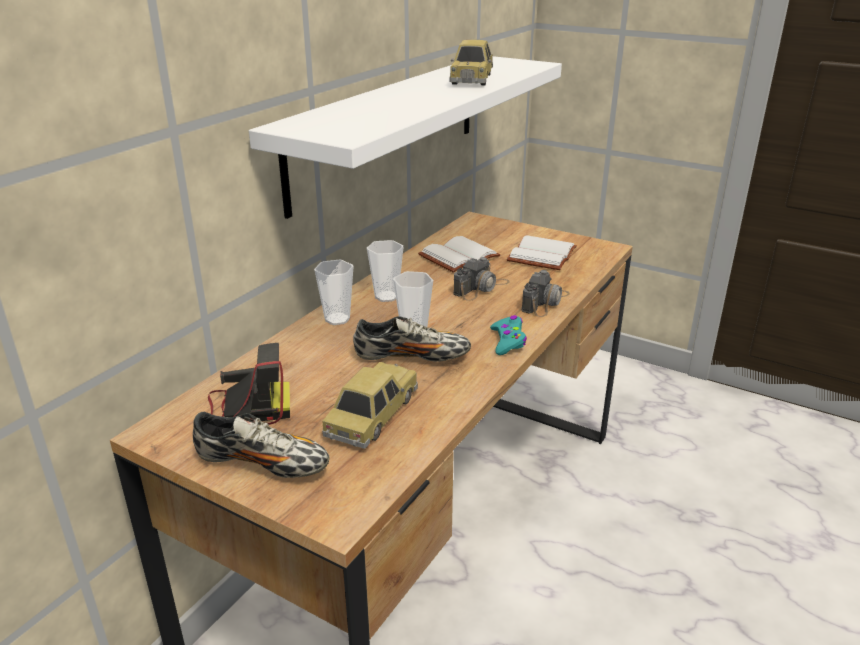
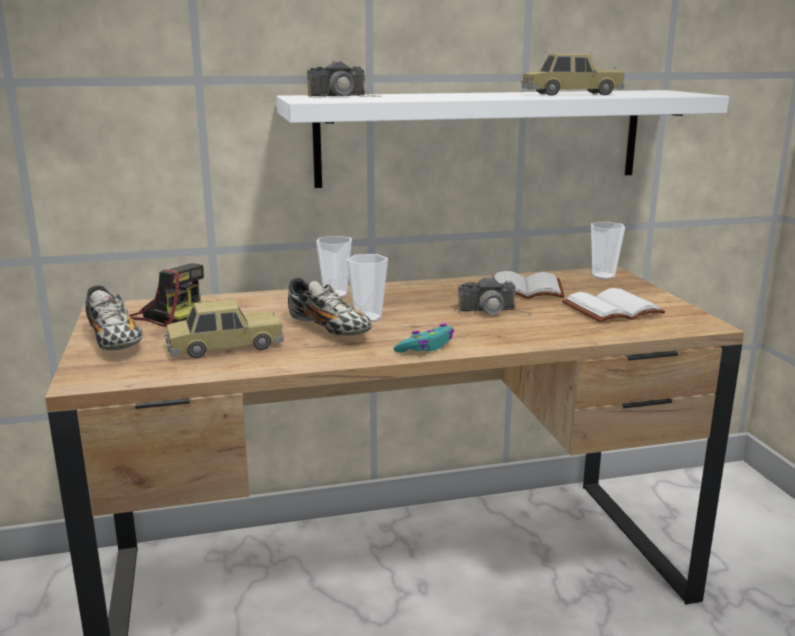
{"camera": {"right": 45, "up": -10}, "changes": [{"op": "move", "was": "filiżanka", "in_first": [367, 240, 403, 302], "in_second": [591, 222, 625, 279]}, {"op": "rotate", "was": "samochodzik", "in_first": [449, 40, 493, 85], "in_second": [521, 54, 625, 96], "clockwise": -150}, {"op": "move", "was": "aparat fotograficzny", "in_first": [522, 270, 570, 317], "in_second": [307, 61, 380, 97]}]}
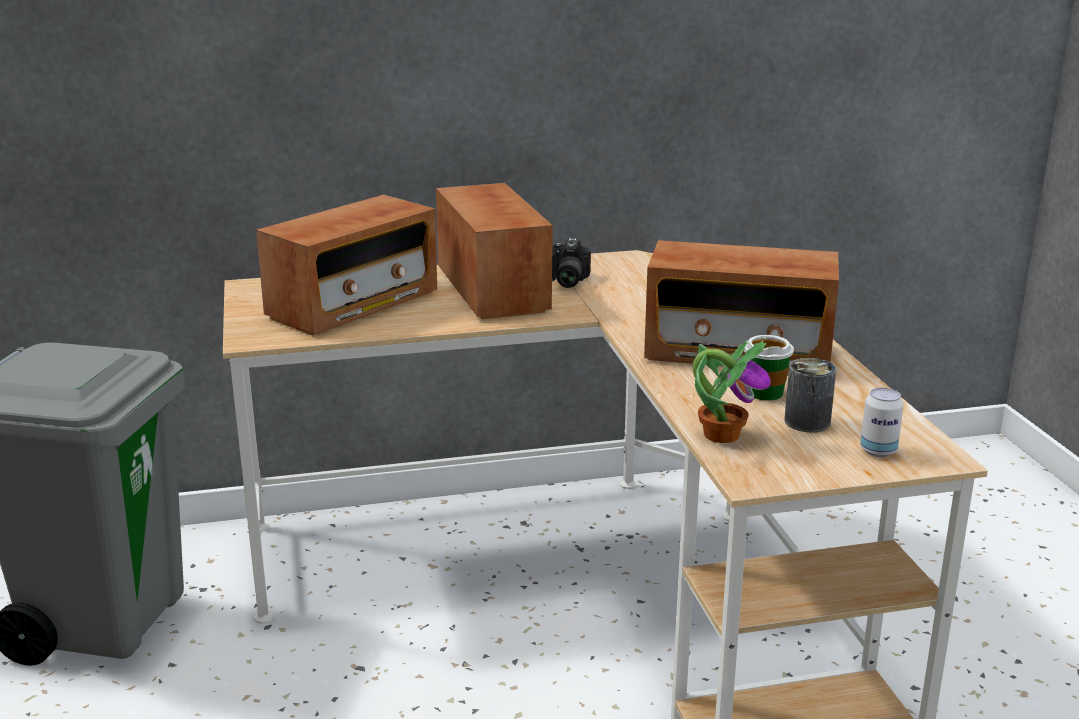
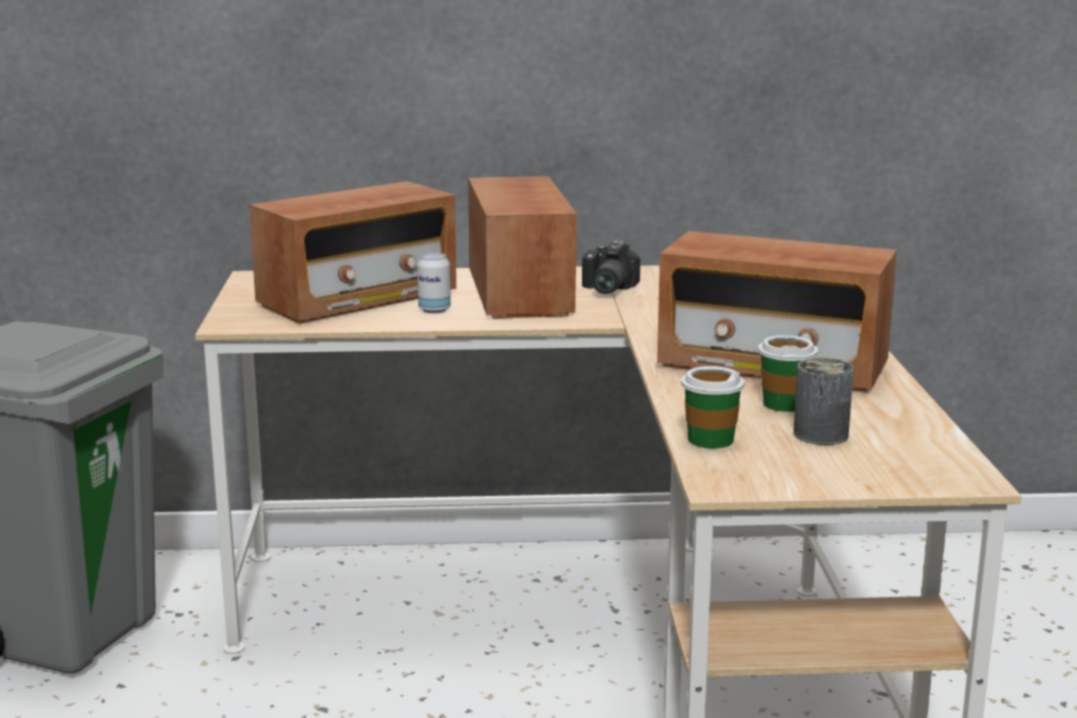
{"camera": {"right": 10, "up": -5}, "changes": [{"op": "replace", "was": "roślina doniczkowa", "now": "filiżanka", "in_first": [693, 340, 771, 443], "in_second": [681, 366, 745, 449]}, {"op": "move", "was": "puszka", "in_first": [860, 388, 904, 457], "in_second": [417, 253, 451, 314]}]}
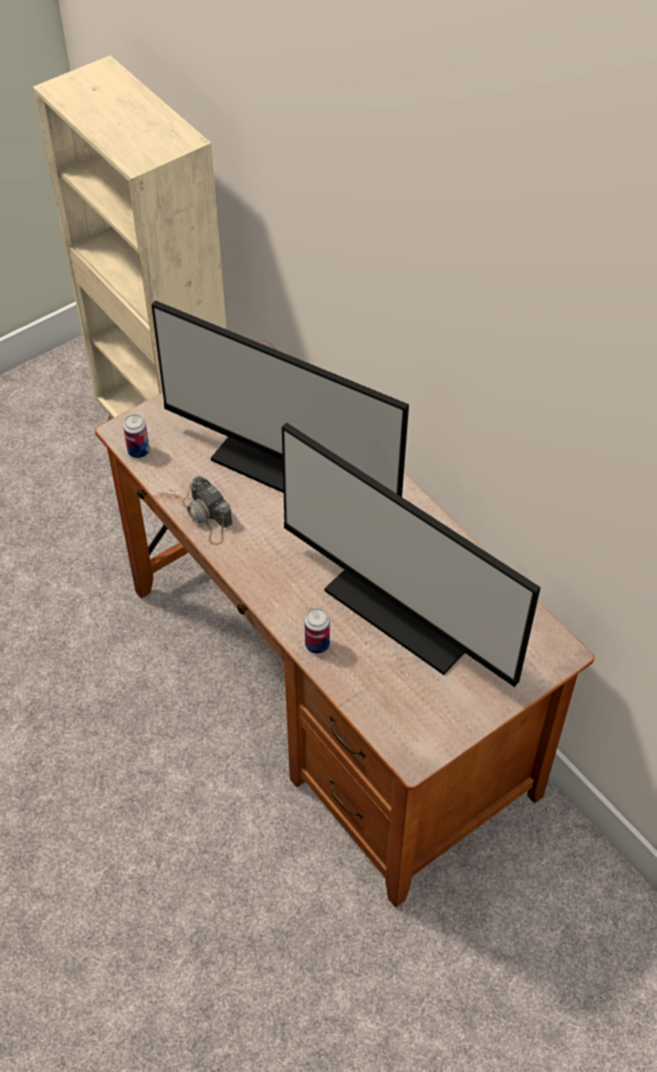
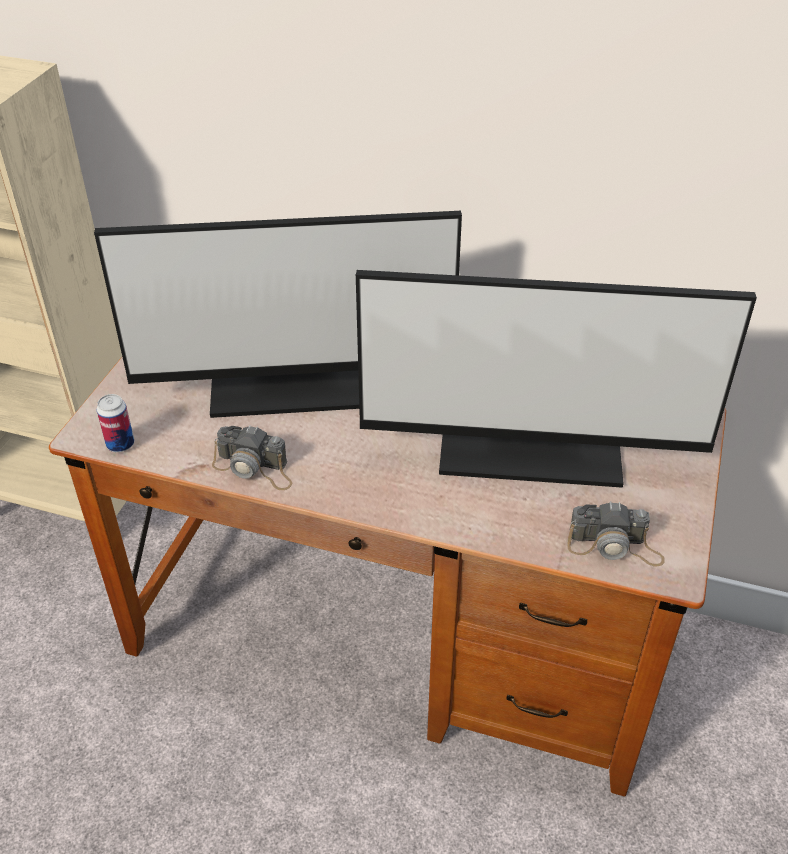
{"camera": {"right": -35, "up": -10}, "changes": [{"op": "delete", "was": "puszka", "in_first": [304, 608, 330, 654]}, {"op": "insert", "now": "aparat fotograficzny", "in_second": [567, 501, 665, 567]}]}
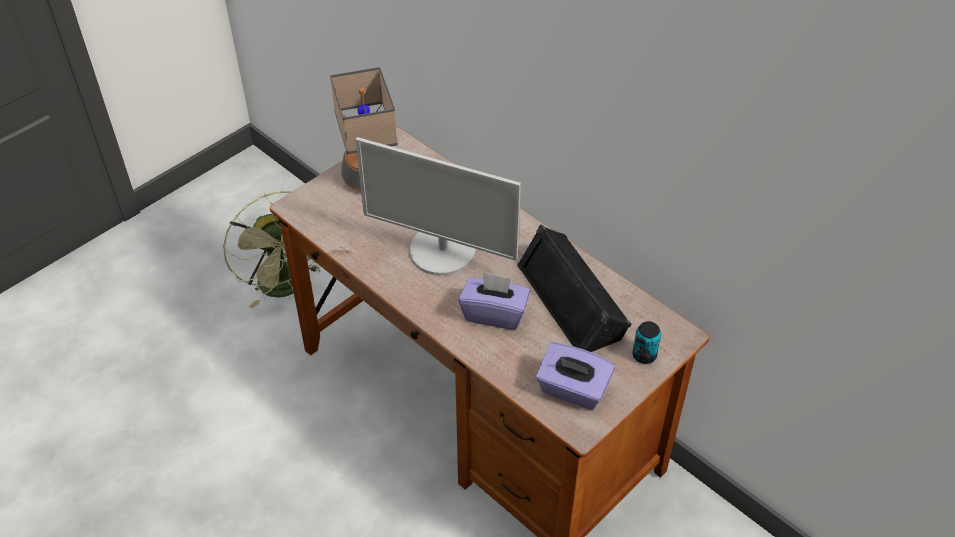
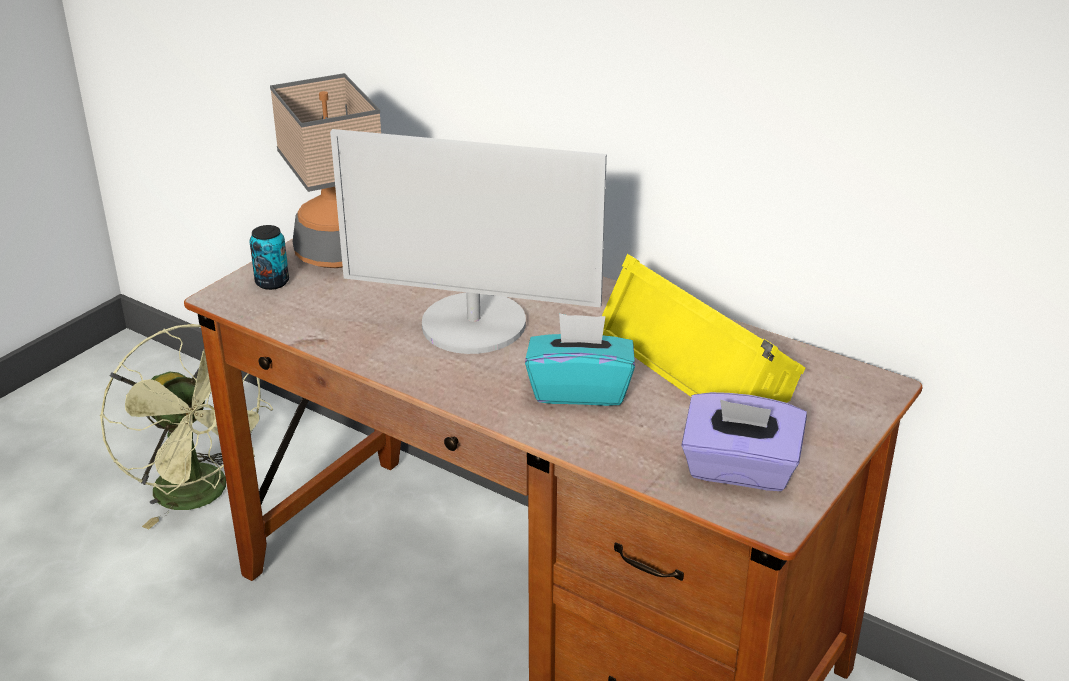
{"camera": {"right": -10, "up": -15}, "changes": [{"op": "recolor", "was": "pudełko chusteczek [fioletowy]", "now": "pudełko chusteczek [turkusowy]", "in_first": [459, 272, 530, 330], "in_second": [525, 313, 635, 406]}, {"op": "recolor", "was": "głośnik [czarny]", "now": "głośnik [żółty]", "in_first": [517, 224, 632, 352], "in_second": [602, 254, 805, 403]}, {"op": "move", "was": "puszka", "in_first": [632, 321, 661, 364], "in_second": [249, 225, 289, 290]}]}
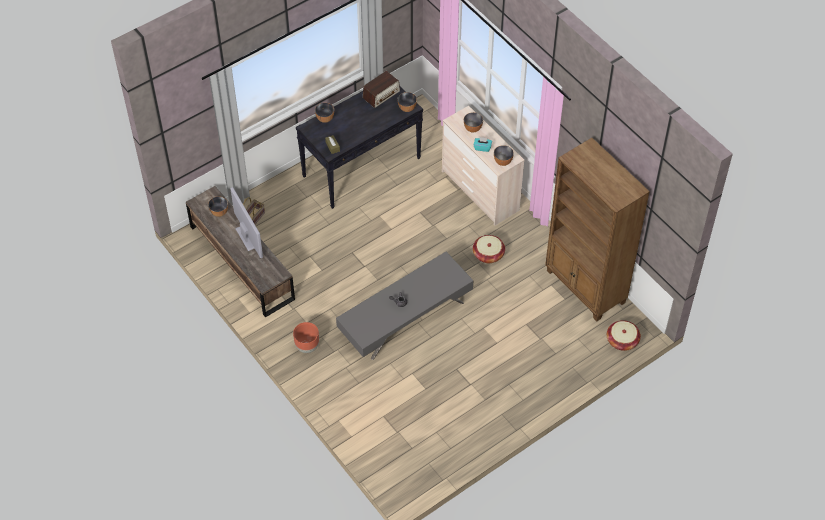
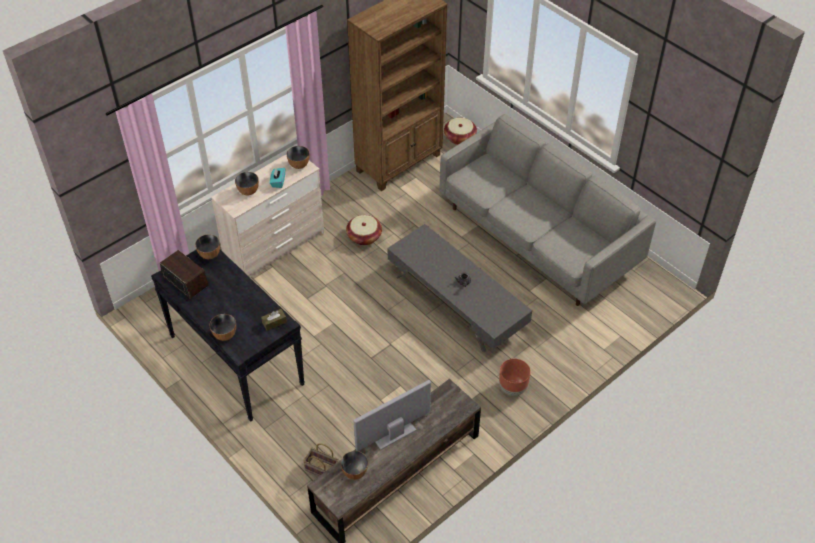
{"camera": {"right": -95, "up": -5}, "changes": [{"op": "insert", "now": "kanapa [szary]", "in_second": [439, 114, 656, 306]}]}
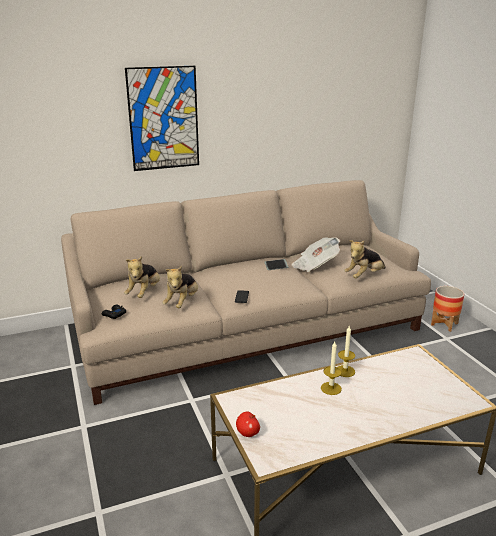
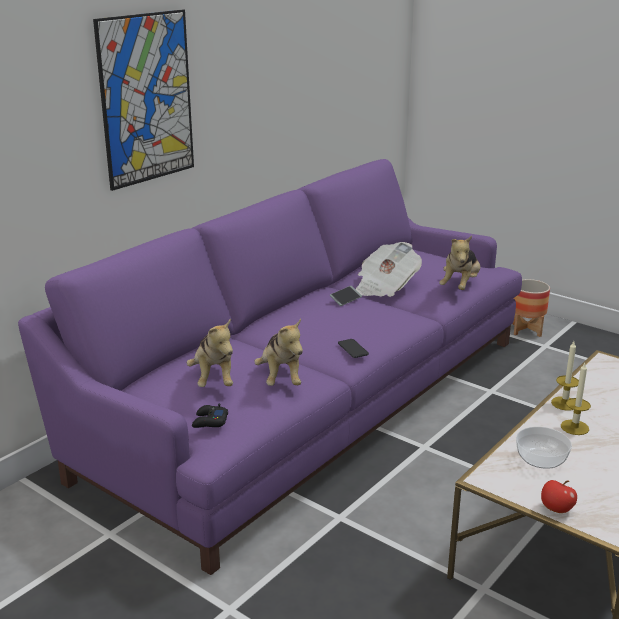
{"camera": {"right": -30, "up": 0}, "changes": [{"op": "recolor", "was": "kanapa [beżowy]", "now": "kanapa [fioletowy]", "in_first": [61, 180, 431, 405], "in_second": [18, 159, 522, 575]}, {"op": "insert", "now": "miska", "in_second": [516, 427, 572, 469]}]}
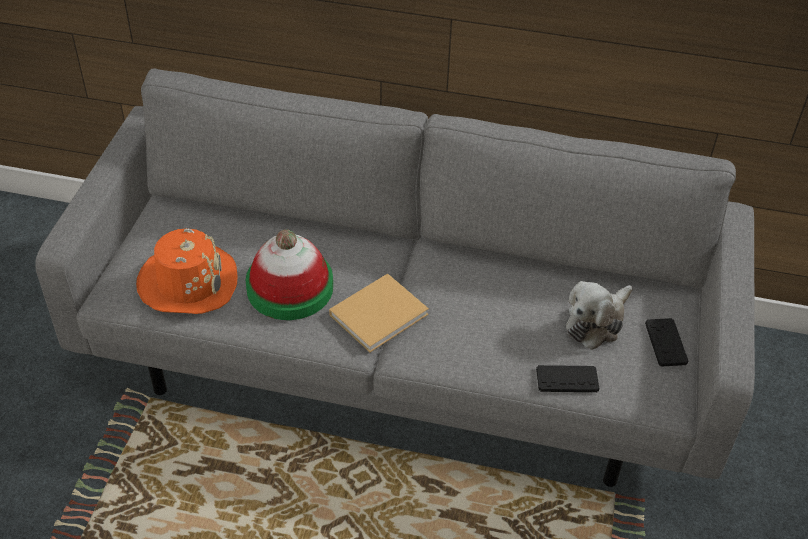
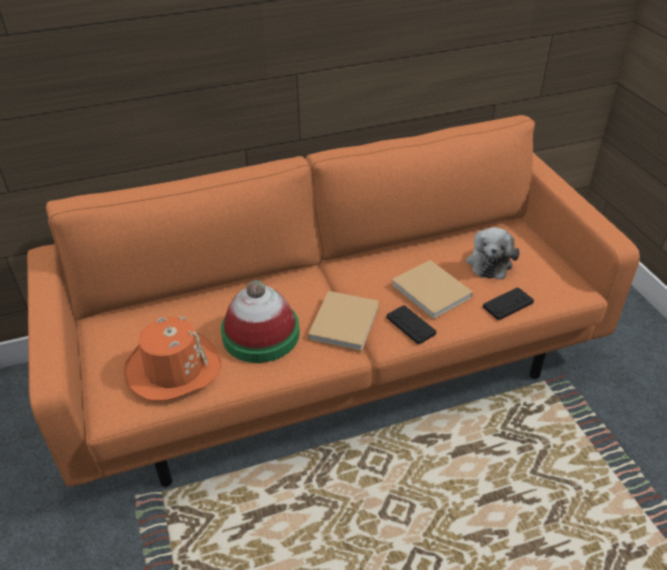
{"camera": {"right": -30, "up": -5}, "changes": [{"op": "recolor", "was": "kanapa [szary]", "now": "kanapa [pomarańczowy]", "in_first": [35, 69, 755, 487], "in_second": [27, 115, 640, 487]}, {"op": "move", "was": "pad do gier [czarny]", "in_first": [645, 318, 688, 367], "in_second": [387, 305, 436, 344]}, {"op": "insert", "now": "książka [beżowy]", "in_second": [391, 260, 473, 319]}]}
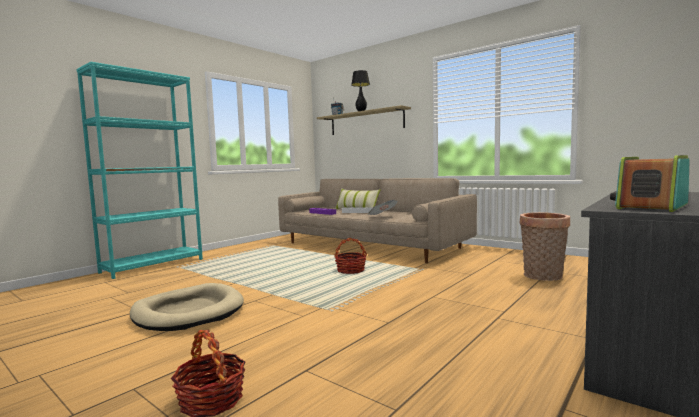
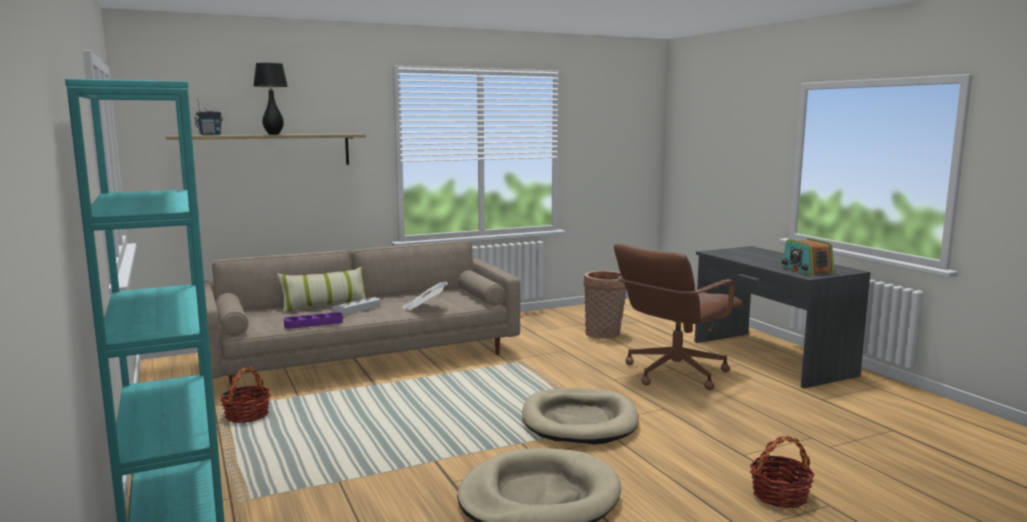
{"camera": {"right": -65, "up": 5}, "changes": [{"op": "move", "was": "koszyk", "in_first": [334, 238, 367, 274], "in_second": [220, 367, 271, 423]}, {"op": "insert", "now": "legowisko [beżowy]", "in_second": [522, 388, 639, 445]}, {"op": "insert", "now": "krzesło biurowe [brązowy]", "in_second": [614, 243, 742, 390]}]}
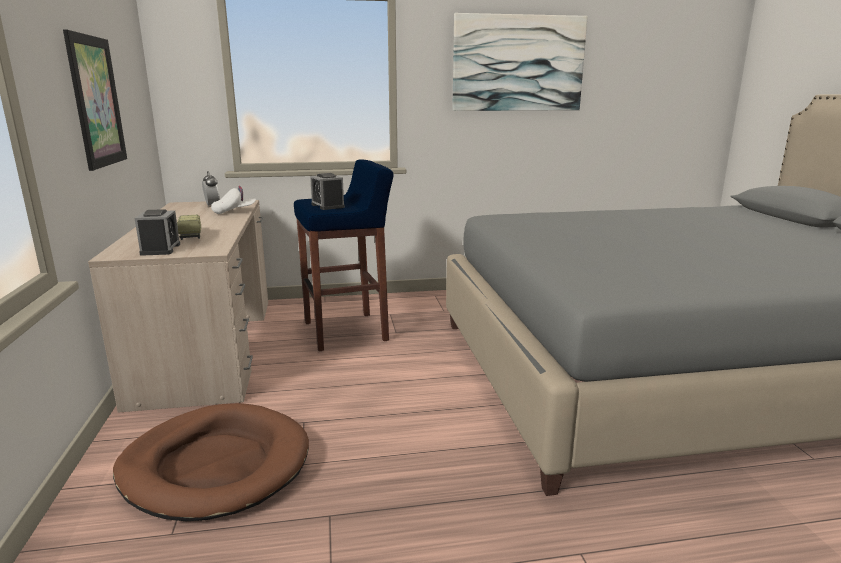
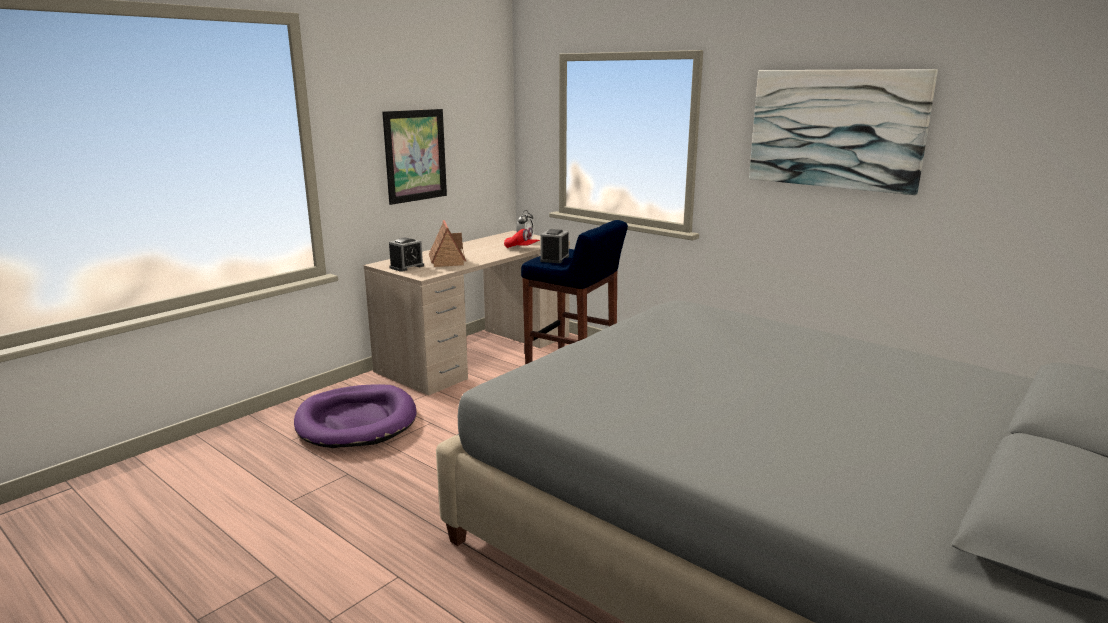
{"camera": {"right": 50, "up": 0}, "changes": [{"op": "recolor", "was": "legowisko [brązowy]", "now": "legowisko [fioletowy]", "in_first": [113, 403, 309, 521], "in_second": [294, 384, 416, 448]}, {"op": "replace", "was": "ciężarówka zabawkowa", "now": "domek", "in_first": [177, 215, 201, 240], "in_second": [429, 220, 466, 267]}, {"op": "recolor", "was": "czapka z daszkiem [biały]", "now": "czapka z daszkiem [czerwony]", "in_first": [211, 186, 256, 214], "in_second": [504, 227, 540, 248]}]}
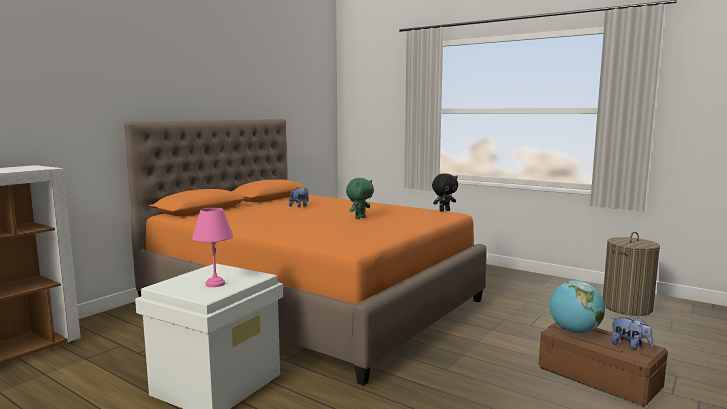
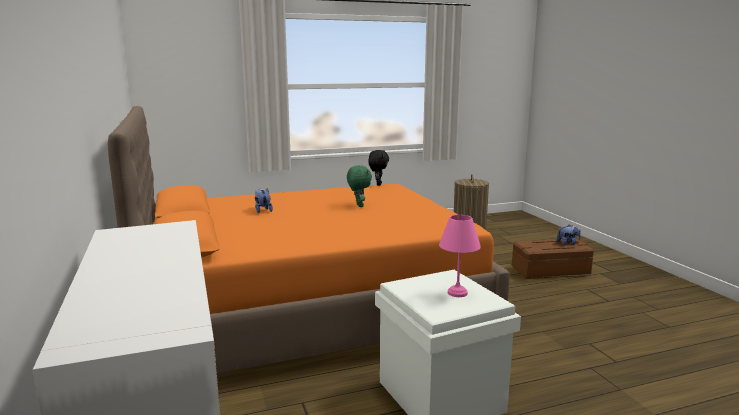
{"camera": {"right": -55, "up": 5}, "changes": [{"op": "delete", "was": "globus", "in_first": [549, 280, 605, 333]}]}
